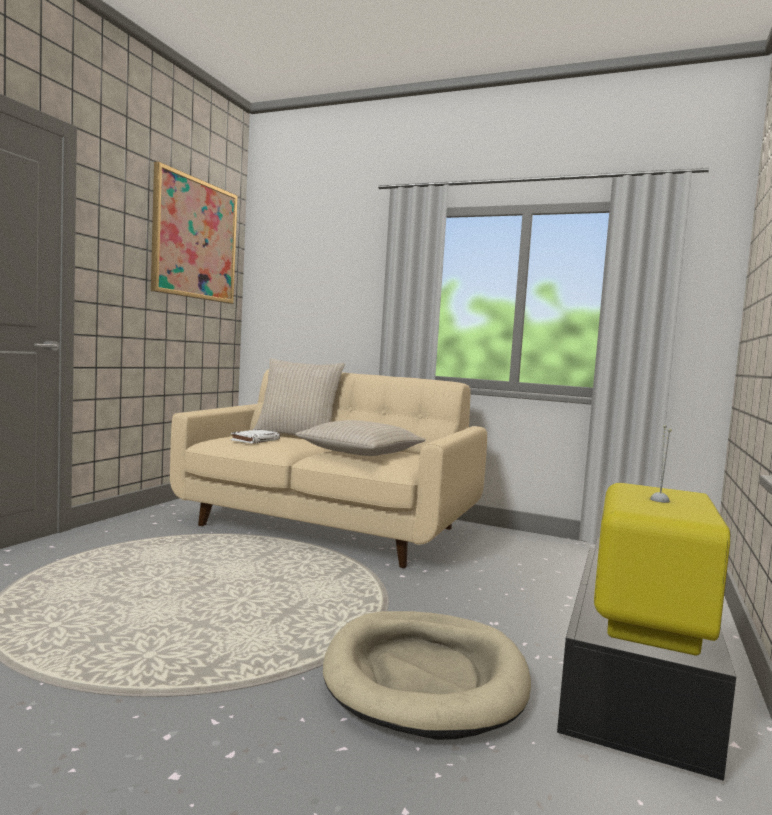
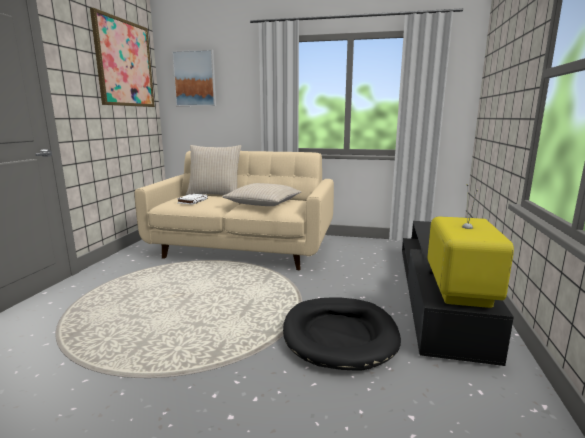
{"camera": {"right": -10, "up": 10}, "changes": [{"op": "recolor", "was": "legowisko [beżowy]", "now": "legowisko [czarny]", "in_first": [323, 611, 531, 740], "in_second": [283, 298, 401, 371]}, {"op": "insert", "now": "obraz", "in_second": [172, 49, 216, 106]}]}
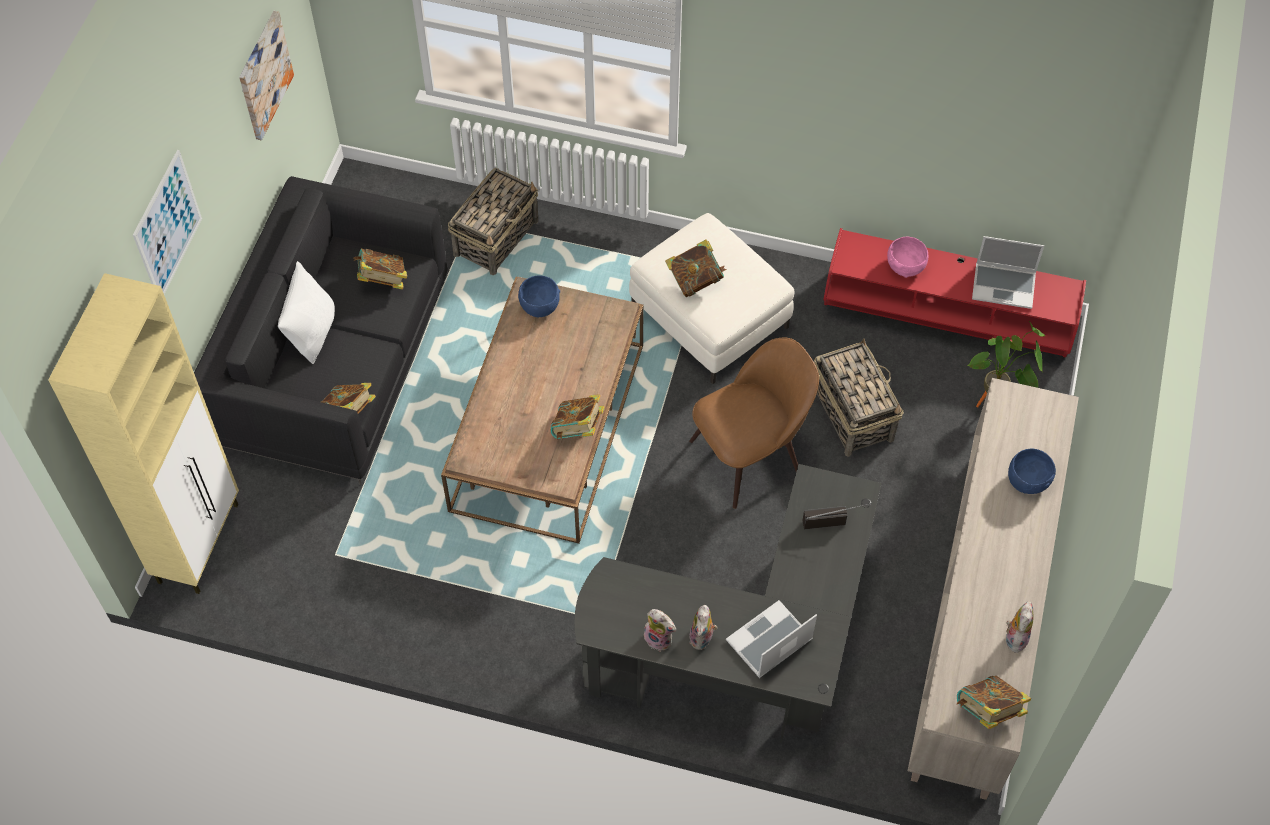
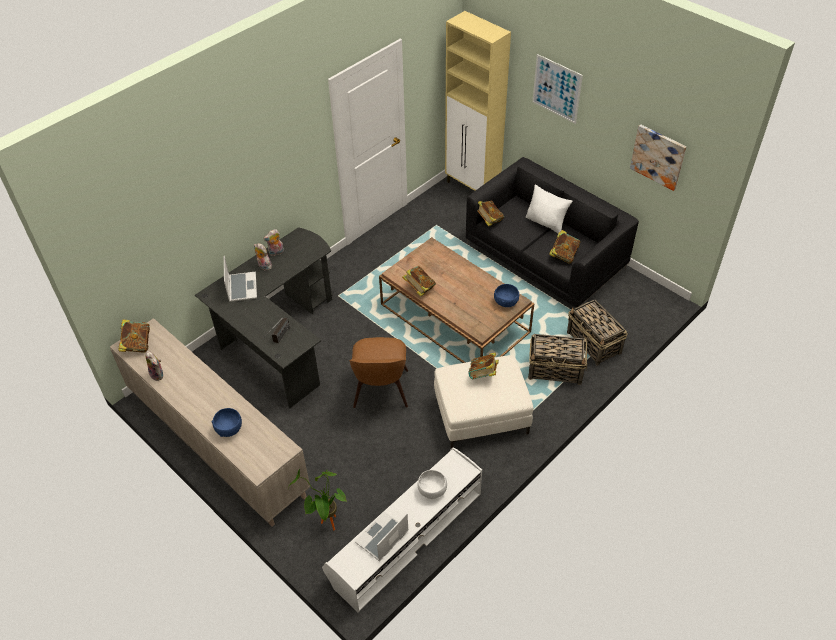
{"camera": {"right": 120, "up": -10}, "changes": [{"op": "move", "was": "koszyk", "in_first": [814, 338, 904, 457], "in_second": [528, 334, 587, 385]}, {"op": "recolor", "was": "szafka pod telewizor [czerwony]", "now": "szafka pod telewizor [biały]", "in_first": [824, 228, 1086, 358], "in_second": [322, 447, 482, 613]}, {"op": "recolor", "was": "miska [różowy]", "now": "miska [biały]", "in_first": [887, 237, 928, 278], "in_second": [417, 469, 447, 499]}]}
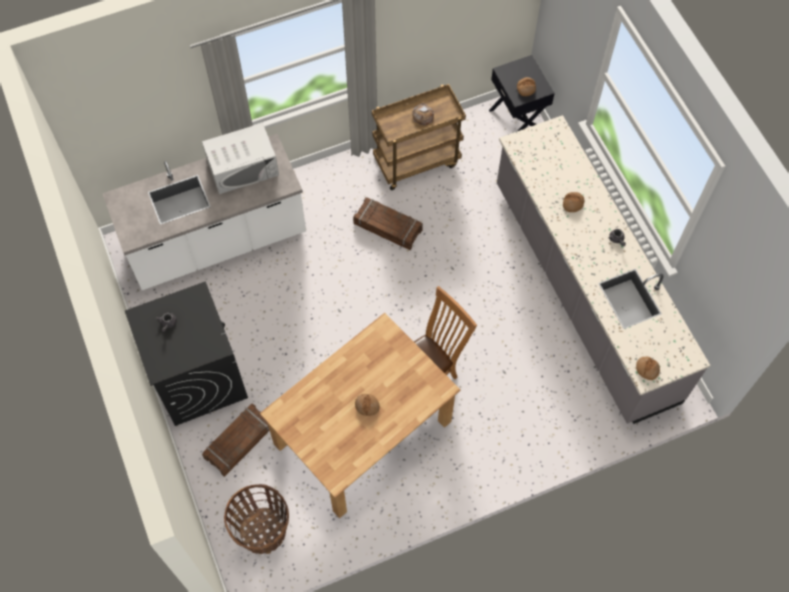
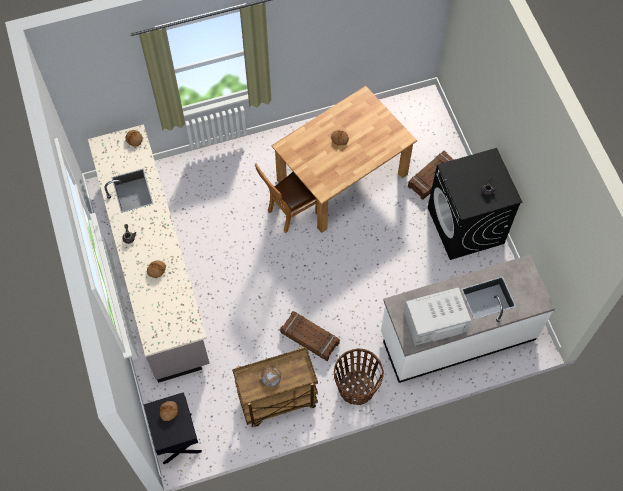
{"camera": {"right": -175, "up": 0}, "changes": [{"op": "move", "was": "koszyk", "in_first": [224, 484, 289, 554], "in_second": [334, 349, 384, 405]}]}
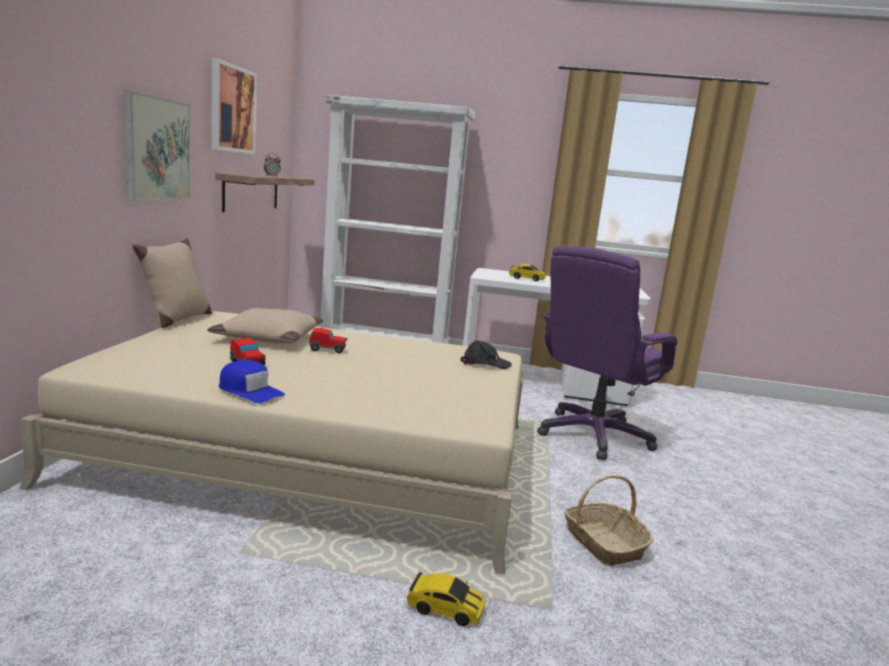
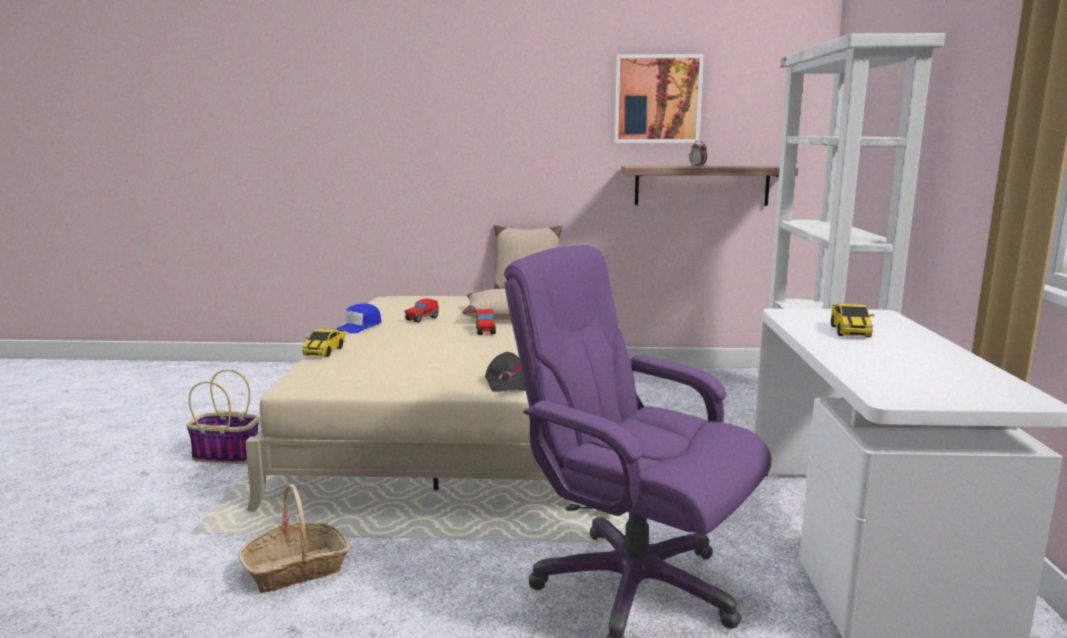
{"camera": {"right": 85, "up": 0}, "changes": [{"op": "delete", "was": "obraz", "in_first": [124, 90, 190, 201]}, {"op": "move", "was": "samochodzik", "in_first": [406, 572, 485, 626], "in_second": [302, 329, 345, 357]}, {"op": "insert", "now": "koszyk", "in_second": [186, 369, 259, 464]}]}
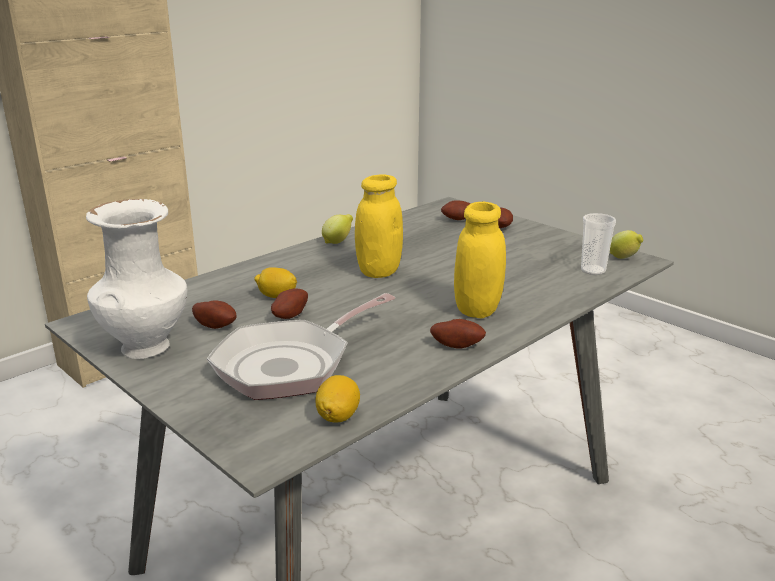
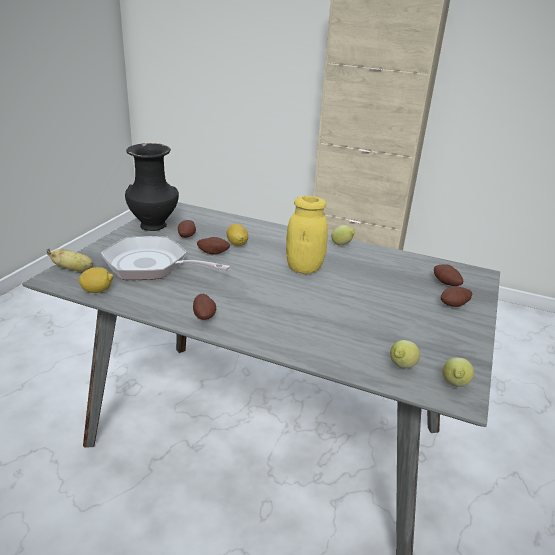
{"camera": {"right": 65, "up": 5}, "changes": [{"op": "recolor", "was": "wazon [biały]", "now": "wazon [czarny]", "in_first": [86, 199, 188, 359], "in_second": [125, 143, 179, 231]}, {"op": "delete", "was": "słoik [żółty]", "in_first": [454, 202, 506, 318]}, {"op": "replace", "was": "filiżanka", "now": "cytryna", "in_first": [581, 213, 616, 275], "in_second": [390, 340, 420, 368]}, {"op": "insert", "now": "banan", "in_second": [47, 249, 93, 272]}]}
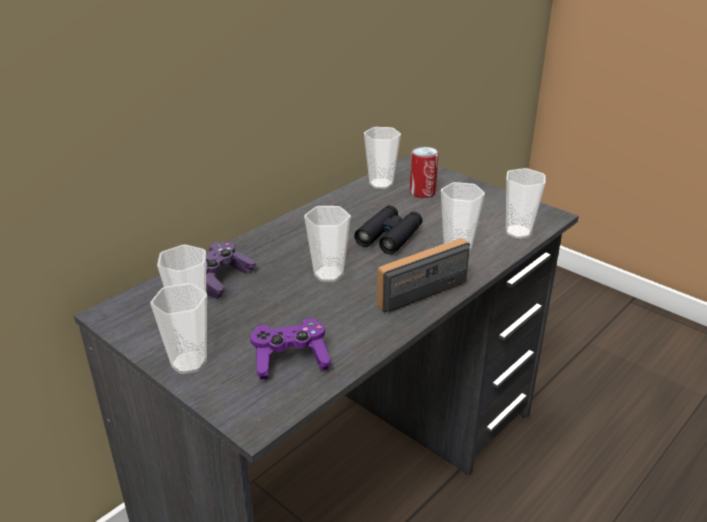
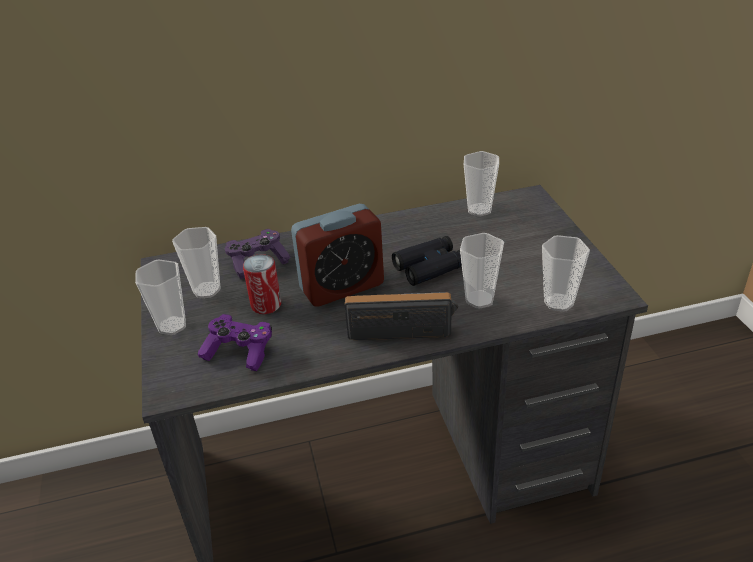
{"camera": {"right": 35, "up": 5}, "changes": [{"op": "replace", "was": "filiżanka", "now": "budzik", "in_first": [304, 206, 351, 282], "in_second": [291, 204, 384, 306]}, {"op": "move", "was": "puszka", "in_first": [410, 147, 439, 198], "in_second": [243, 254, 281, 314]}]}
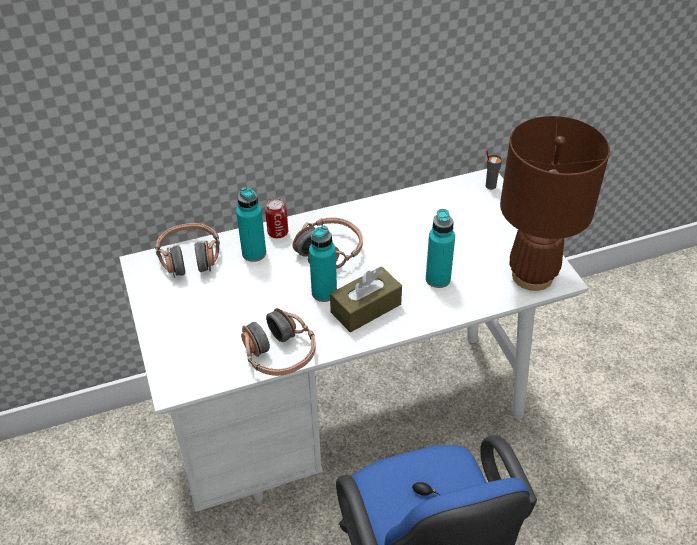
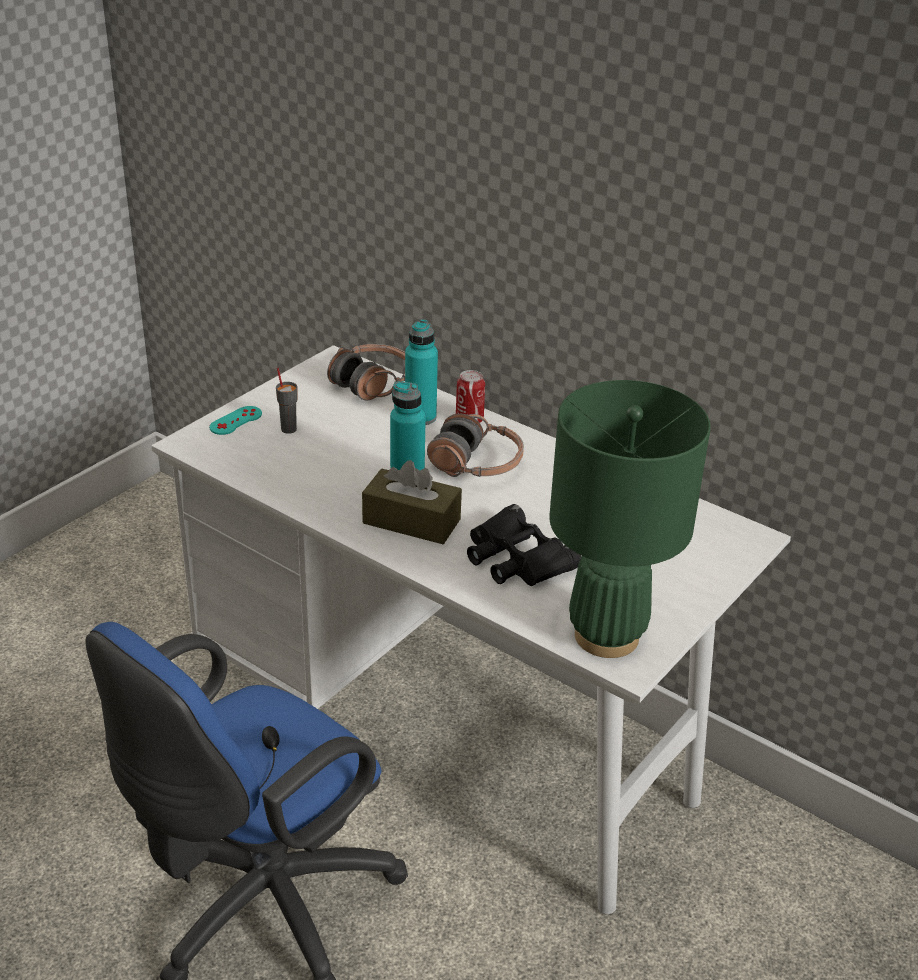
{"camera": {"right": 55, "up": -10}, "changes": [{"op": "delete", "was": "słuchawki", "in_first": [241, 308, 316, 376]}, {"op": "replace", "was": "butelka [turkusowy]", "now": "lornetka [czarny]", "in_first": [426, 209, 455, 288], "in_second": [467, 504, 581, 586]}, {"op": "move", "was": "filiżanka [szary]", "in_first": [486, 151, 502, 190], "in_second": [276, 368, 298, 434]}, {"op": "recolor", "was": "lampa stołowa [brązowy]", "now": "lampa stołowa [zielony]", "in_first": [500, 116, 610, 291], "in_second": [549, 380, 711, 658]}, {"op": "insert", "now": "pad do gier [turkusowy]", "in_second": [209, 406, 262, 435]}]}
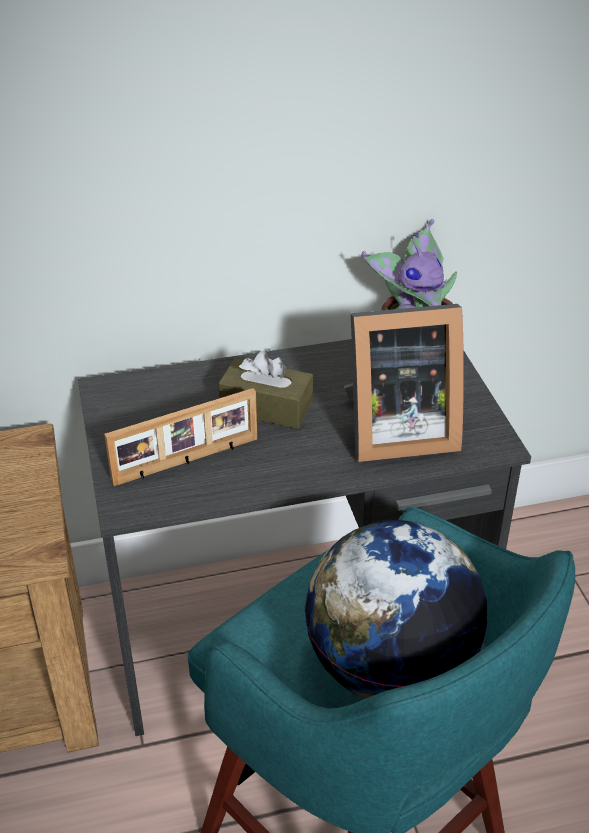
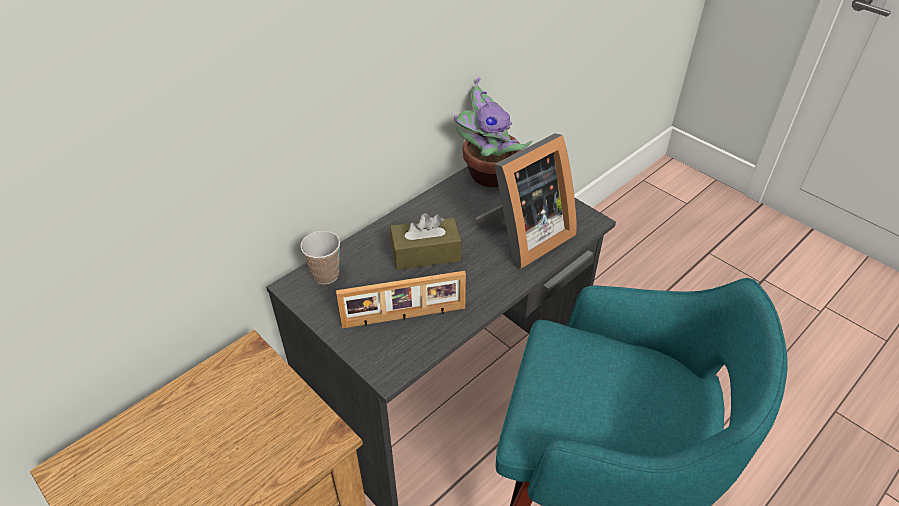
{"camera": {"right": -30, "up": 5}, "changes": [{"op": "rotate", "was": "ramka na zdjęcie", "in_first": [104, 388, 257, 486], "in_second": [336, 271, 466, 328], "clockwise": 45}, {"op": "delete", "was": "globus", "in_first": [304, 520, 488, 699]}, {"op": "insert", "now": "filiżanka", "in_second": [300, 231, 340, 284]}]}
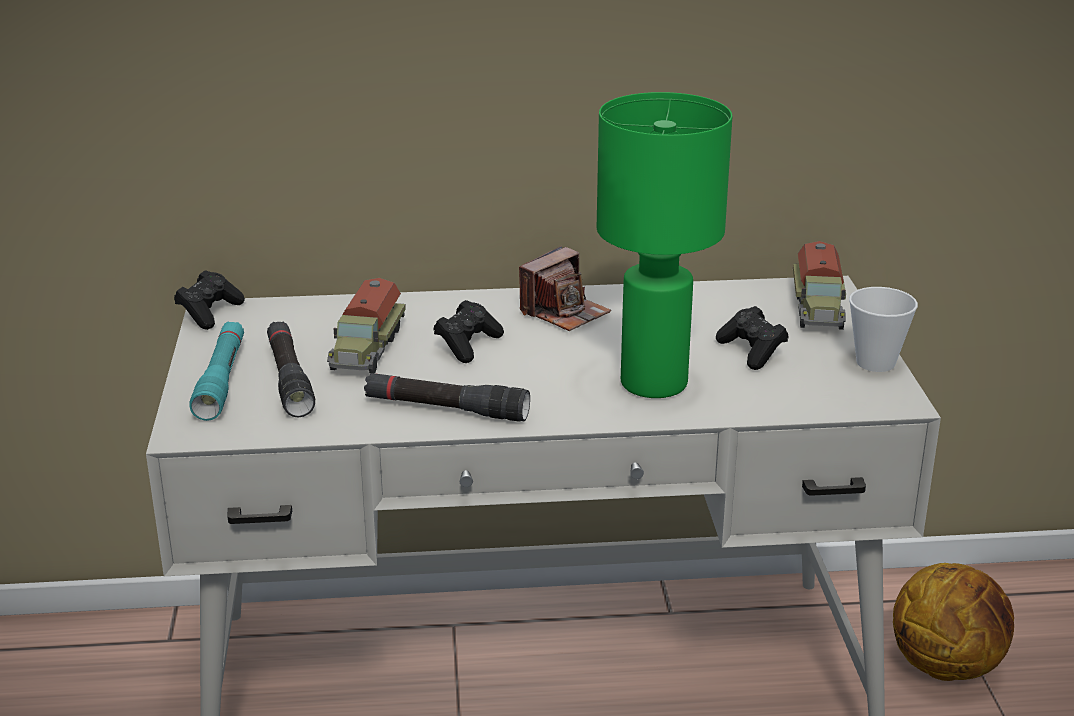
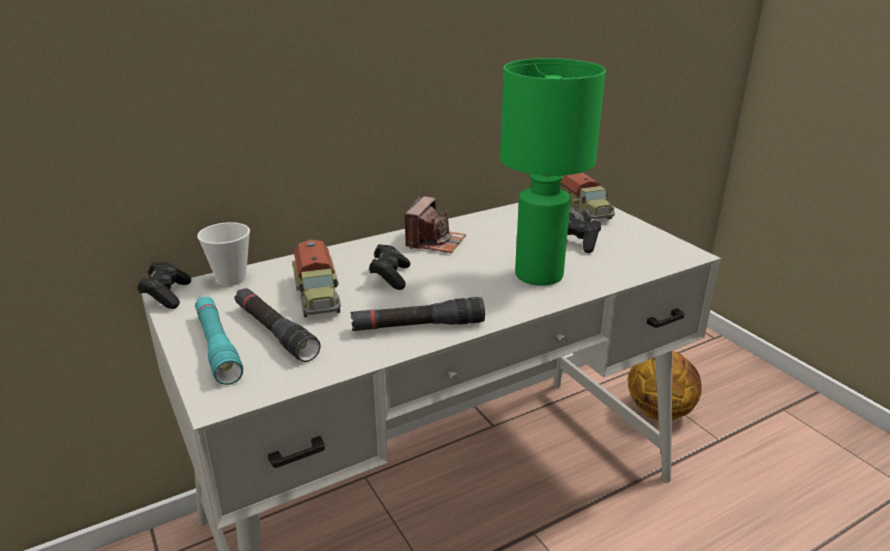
{"camera": {"right": -25, "up": 0}, "changes": [{"op": "move", "was": "filiżanka", "in_first": [849, 287, 918, 372], "in_second": [197, 222, 250, 286]}]}
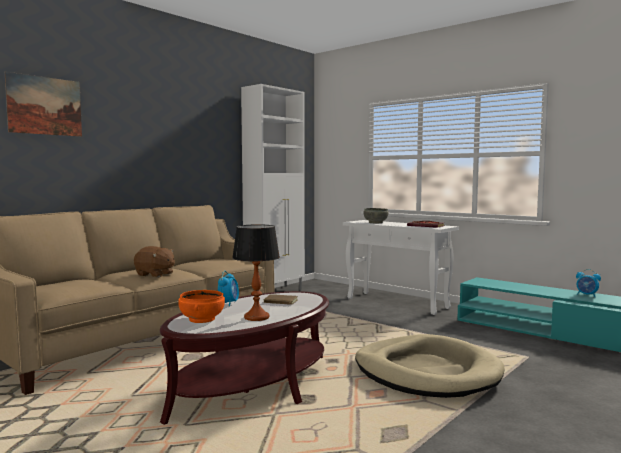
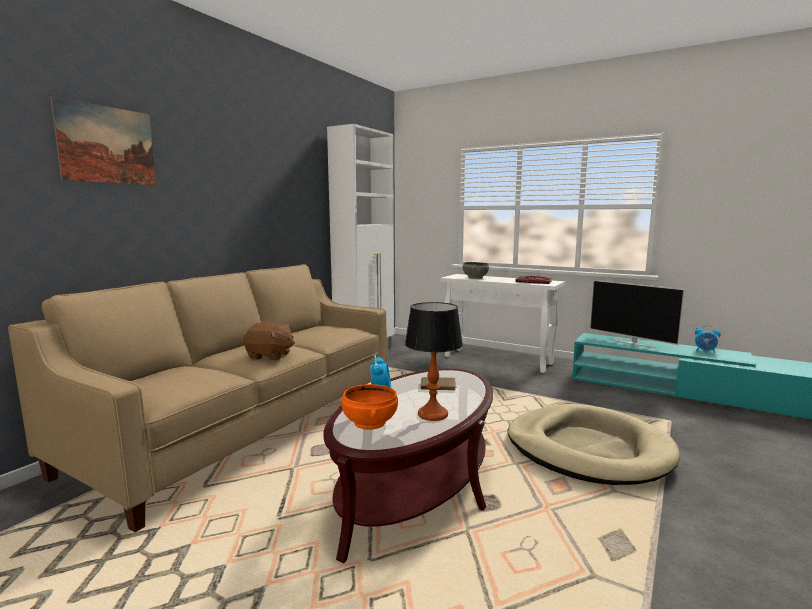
{"camera": {"right": -10, "up": 5}, "changes": [{"op": "insert", "now": "telewizor", "in_second": [589, 280, 685, 348]}]}
